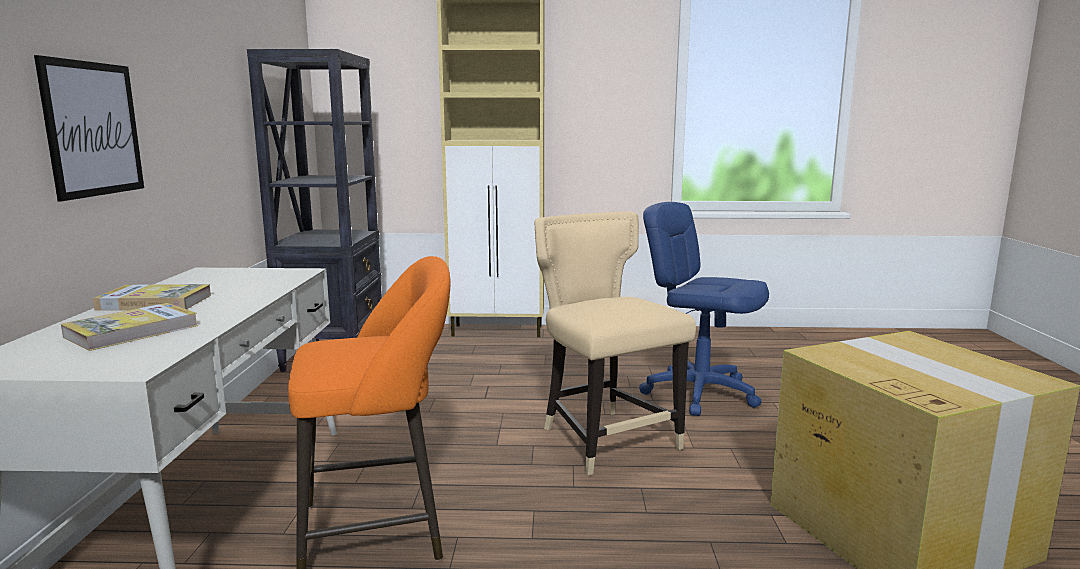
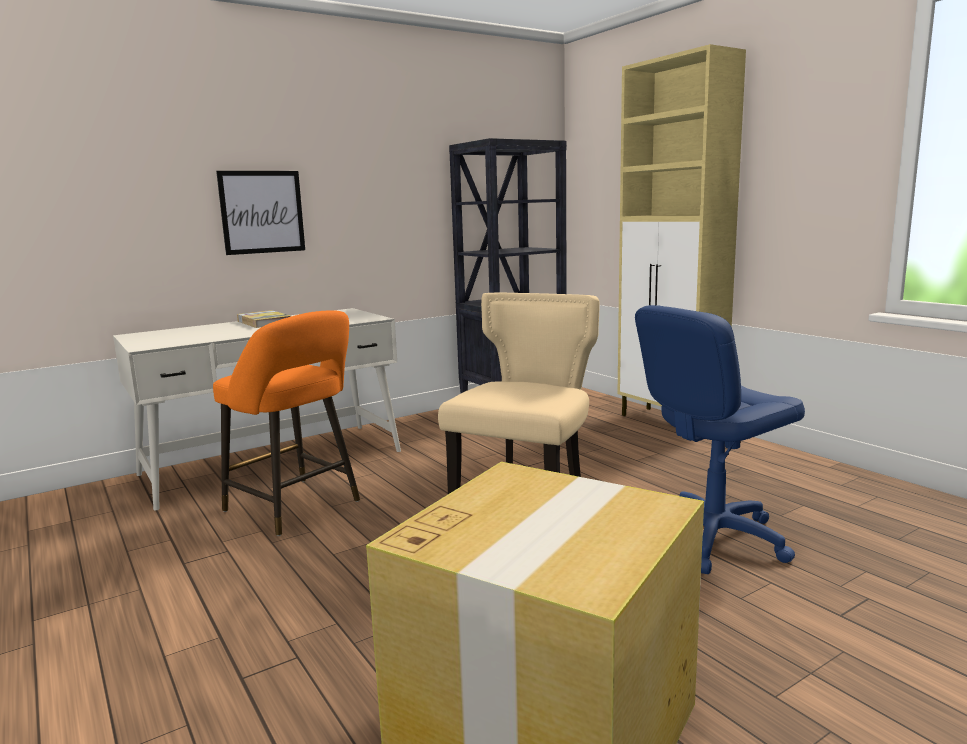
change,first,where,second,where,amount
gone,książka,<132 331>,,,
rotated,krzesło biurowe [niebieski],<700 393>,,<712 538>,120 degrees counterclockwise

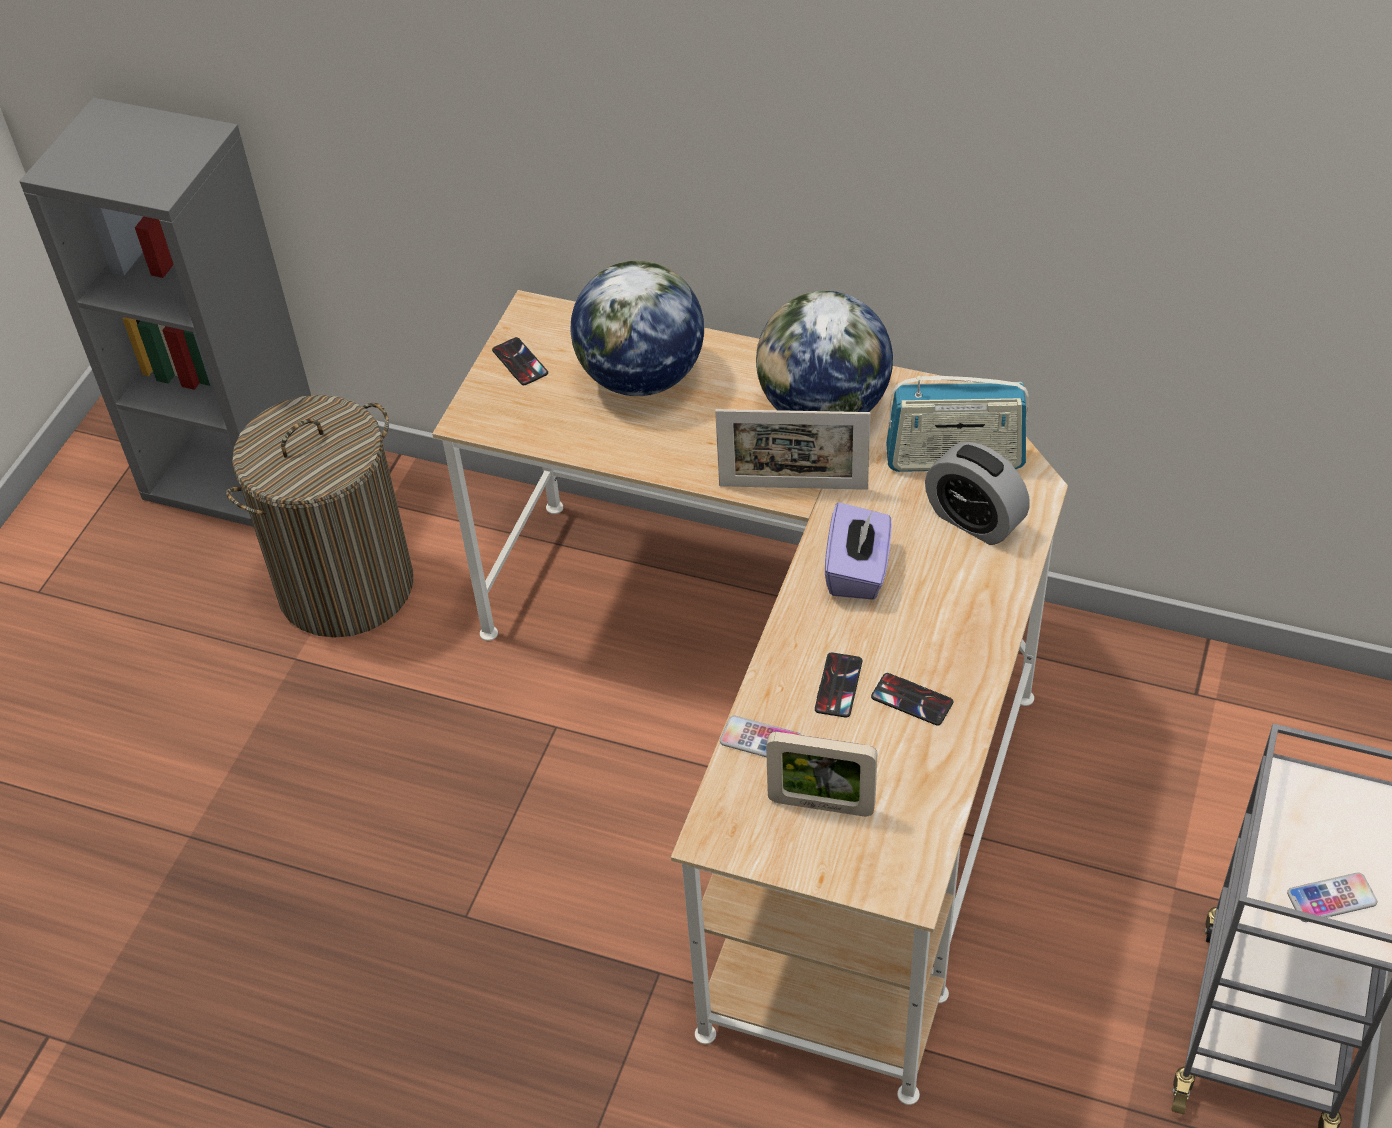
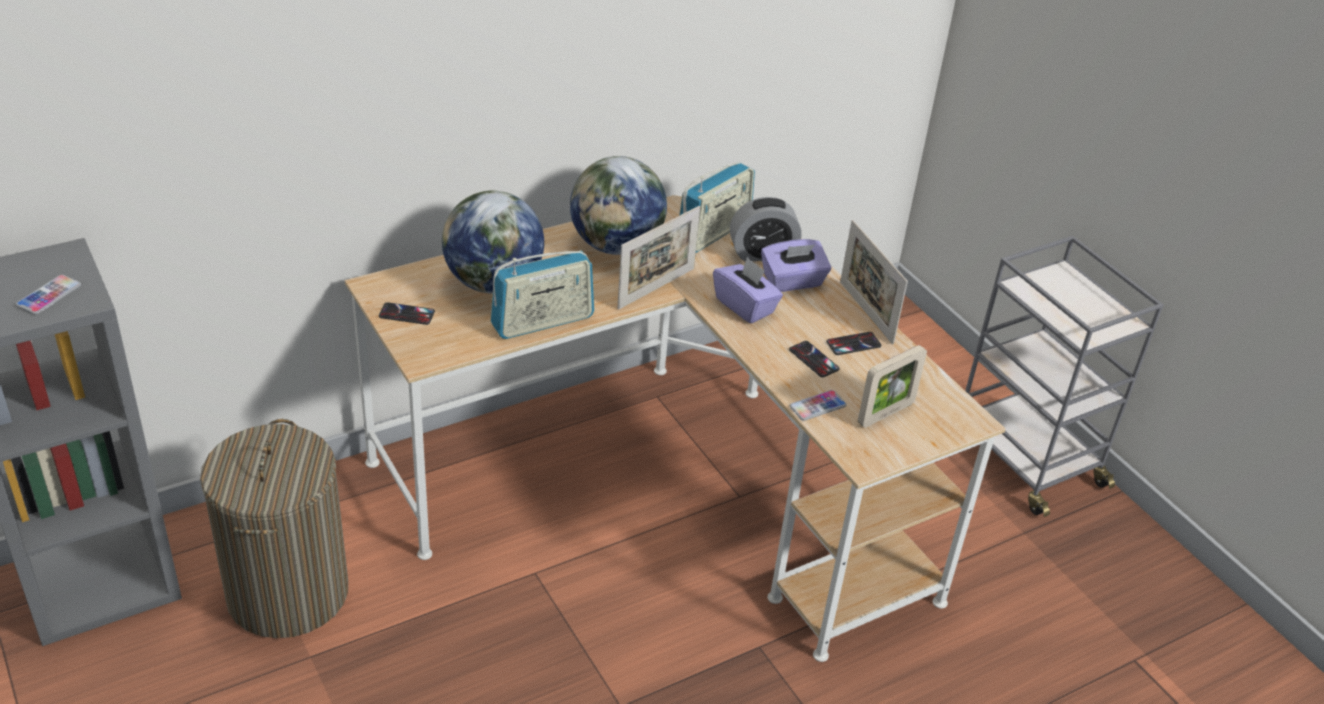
change,first,where,second,where,amount
new,,,radio,<542 322>,
new,,,pudełko chusteczek [fioletowy],<793 281>,
new,,,ramka na zdjęcie,<866 312>,
shifted,telefon,<1331 898>,,<49 296>,

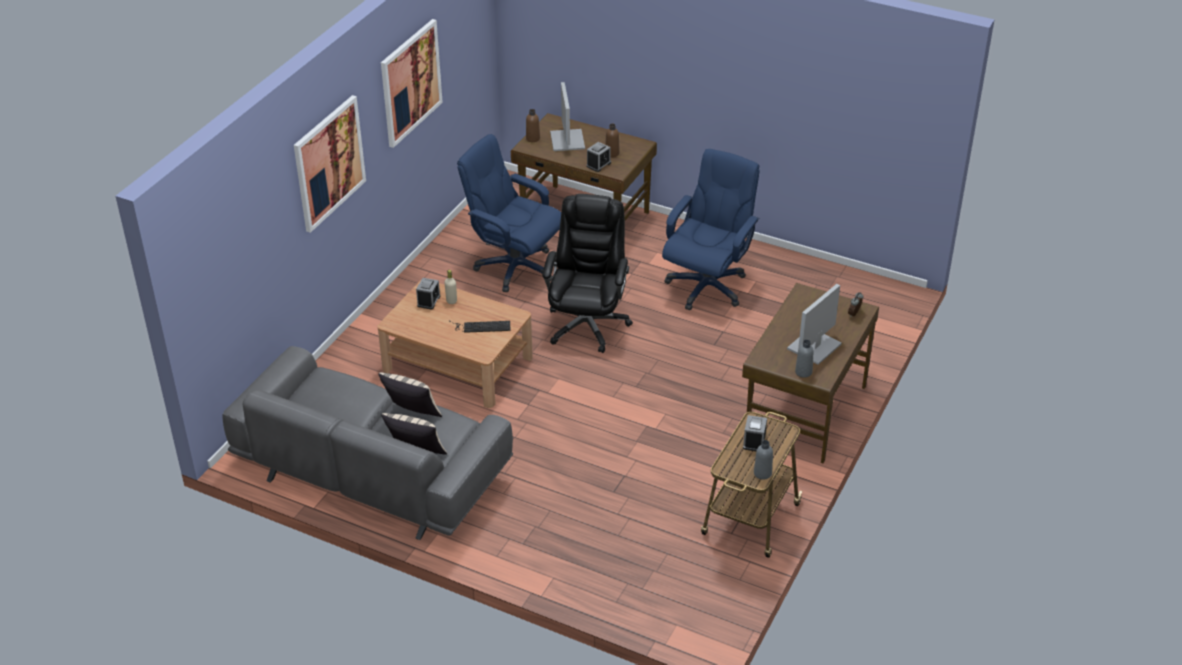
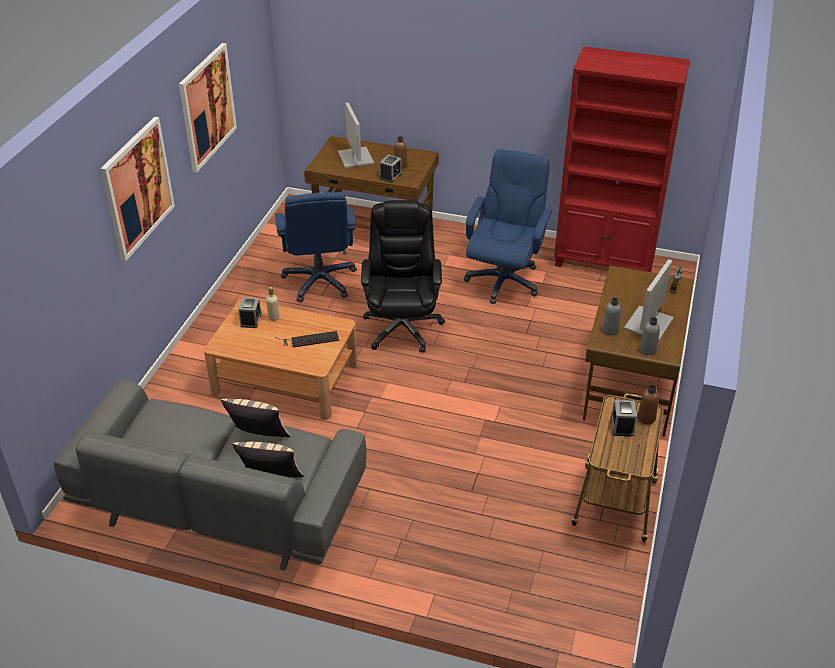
change,first,where,second,where,amount
new,,,regał [czerwony],<605 262>,
shifted,butelka [brązowy],<533 138>,,<646 418>,
shifted,butelka [szary],<762 473>,,<610 330>,
rotated,krzesło biurowe [niebieski],<514 267>,,<320 281>,120 degrees counterclockwise

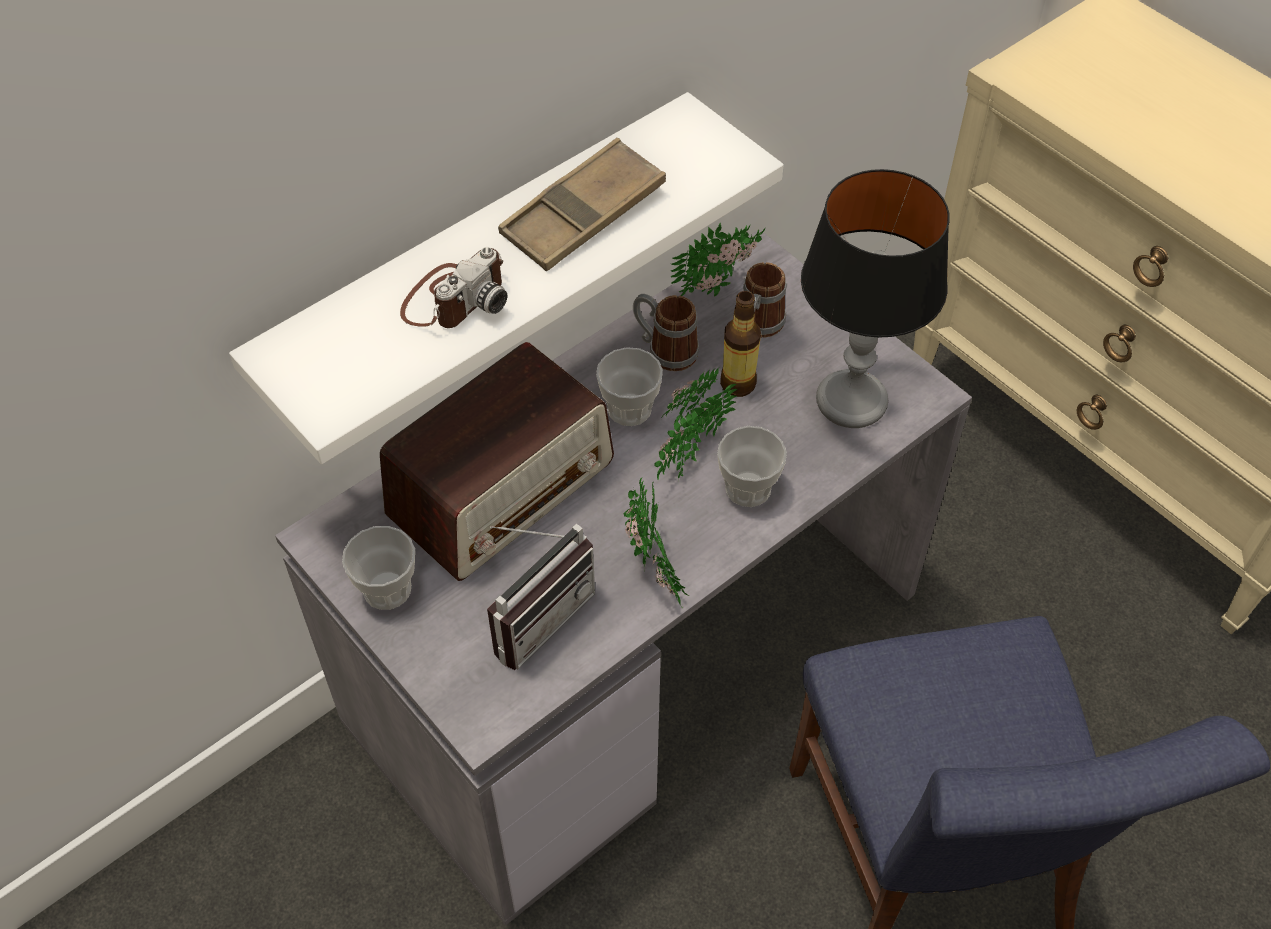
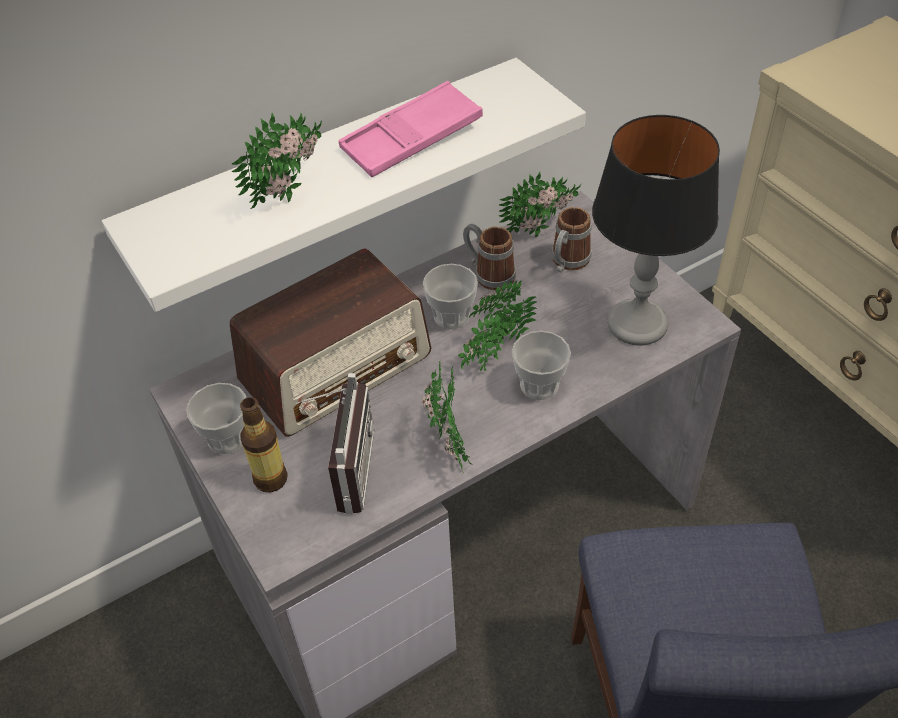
change,first,where,second,where,amount
shifted,butelka,<737 384>,,<270 479>,
swapped,aparat fotograficzny,<454 298>,roślina doniczkowa,<292 192>,
repainted,taca [brązowy],<583 214>,taca [różowy],<412 138>,
rotated,radio,<535 615>,,<343 469>,45 degrees counterclockwise

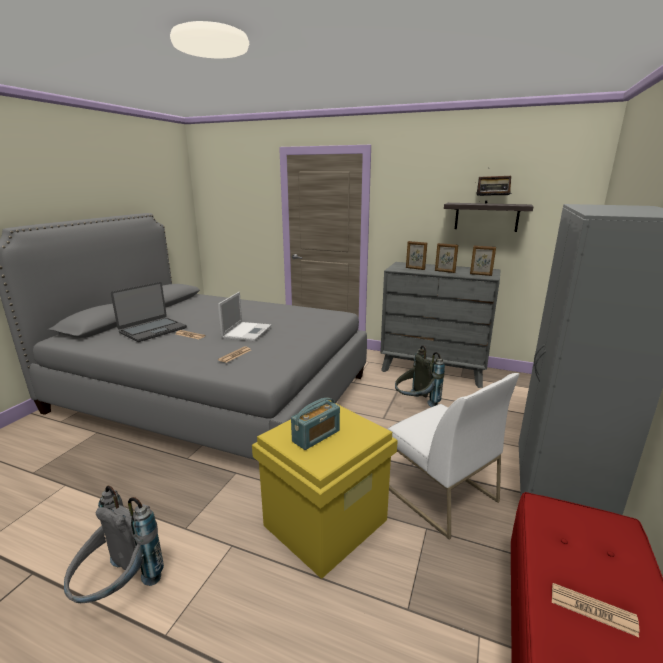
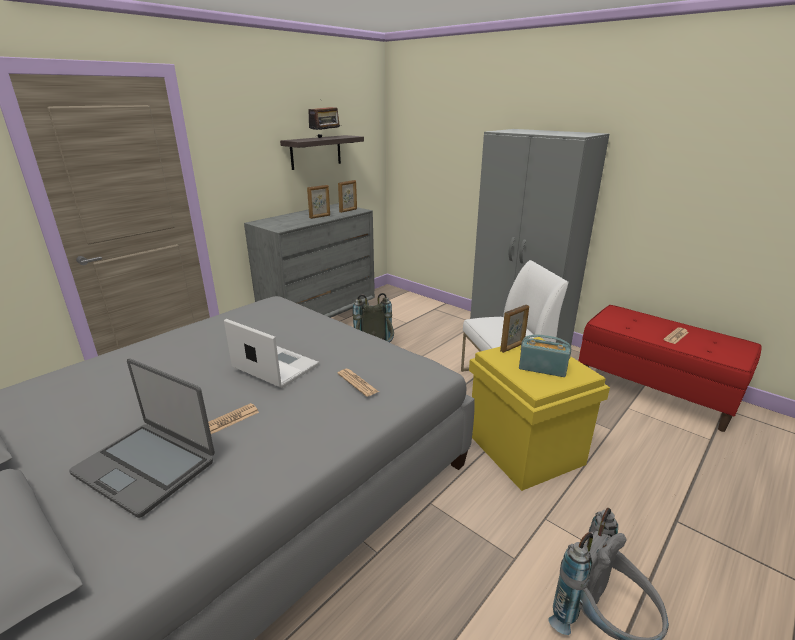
change,first,where,second,where,amount
shifted,ramka na zdjęcie,<415 268>,,<512 347>,
rotated,laptop,<152 330>,,<146 466>,150 degrees clockwise
rotated,radio,<316 436>,,<542 368>,45 degrees counterclockwise

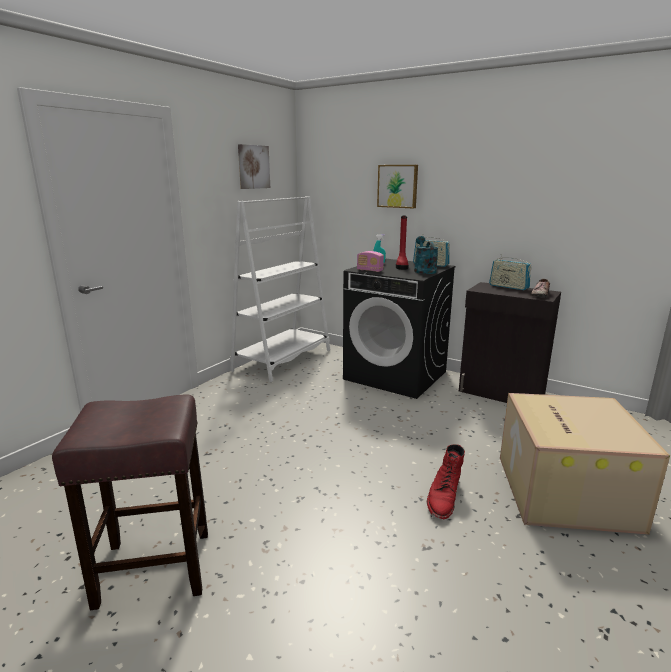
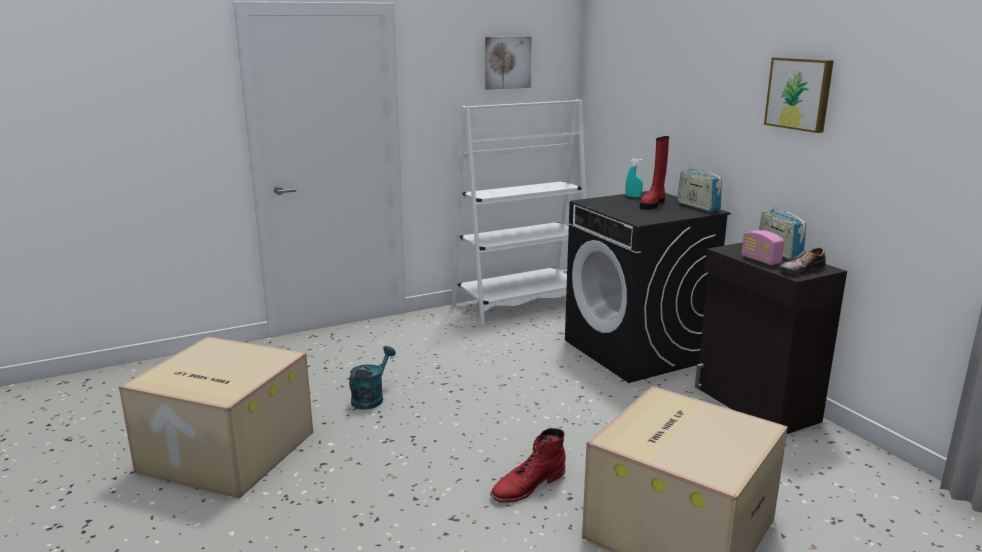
change,first,where,second,where,amount
shifted,radio,<370 270>,,<760 260>,
shifted,obraz,<398 186>,,<799 93>,
shifted,konewka [turkusowy],<424 270>,,<371 398>,
swapped,stołek [brązowy],<152 569>,karton,<224 452>,

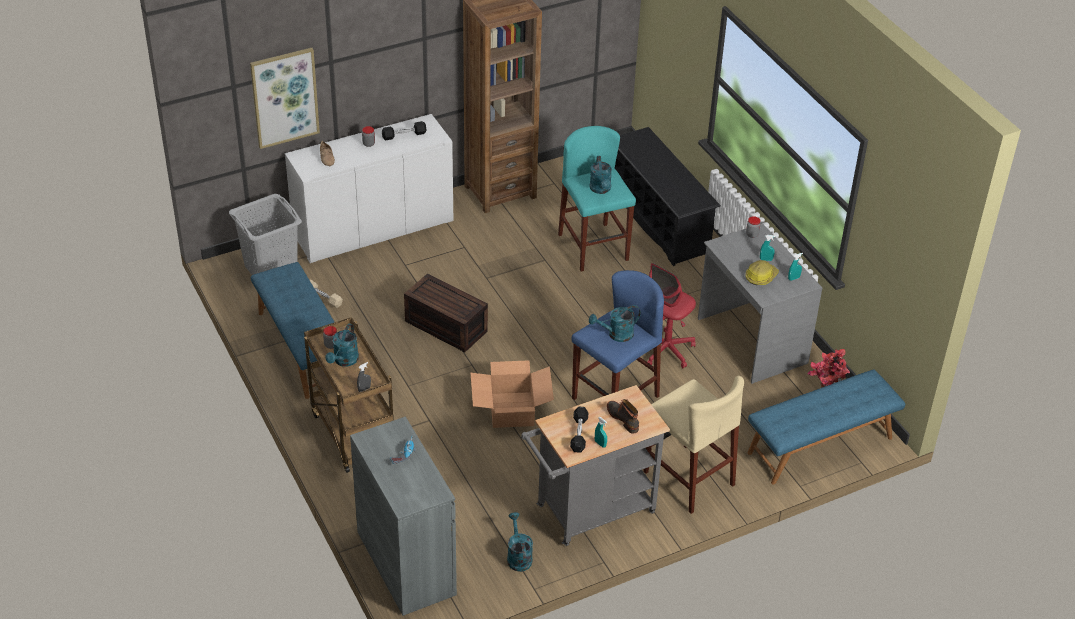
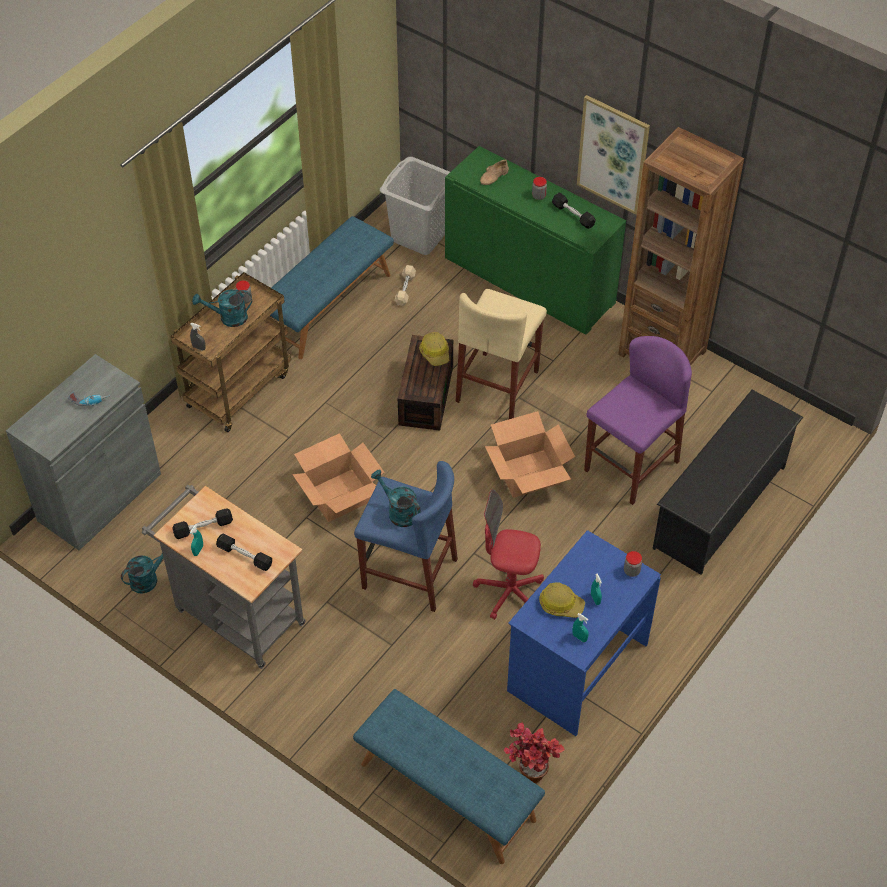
change,first,where,second,where,amount
gone,konewka [turkusowy],<601 190>,,,
new,,,kask,<435 353>,
new,,,karton,<529 474>,
shifted,obraz,<285 97>,,<613 154>,
shifted,stołek [beżowy],<688 478>,,<497 386>,
swapped,but z cholewką,<623 418>,hantel [czarny],<245 556>,
repainted,szafka [biały],<373 229>,szafka [zielony],<529 281>,
repainted,stołek [turkusowy],<593 247>,stołek [fioletowy],<631 466>,
repainted,biurko [szary],<750 341>,biurko [niebieski],<576 666>,

